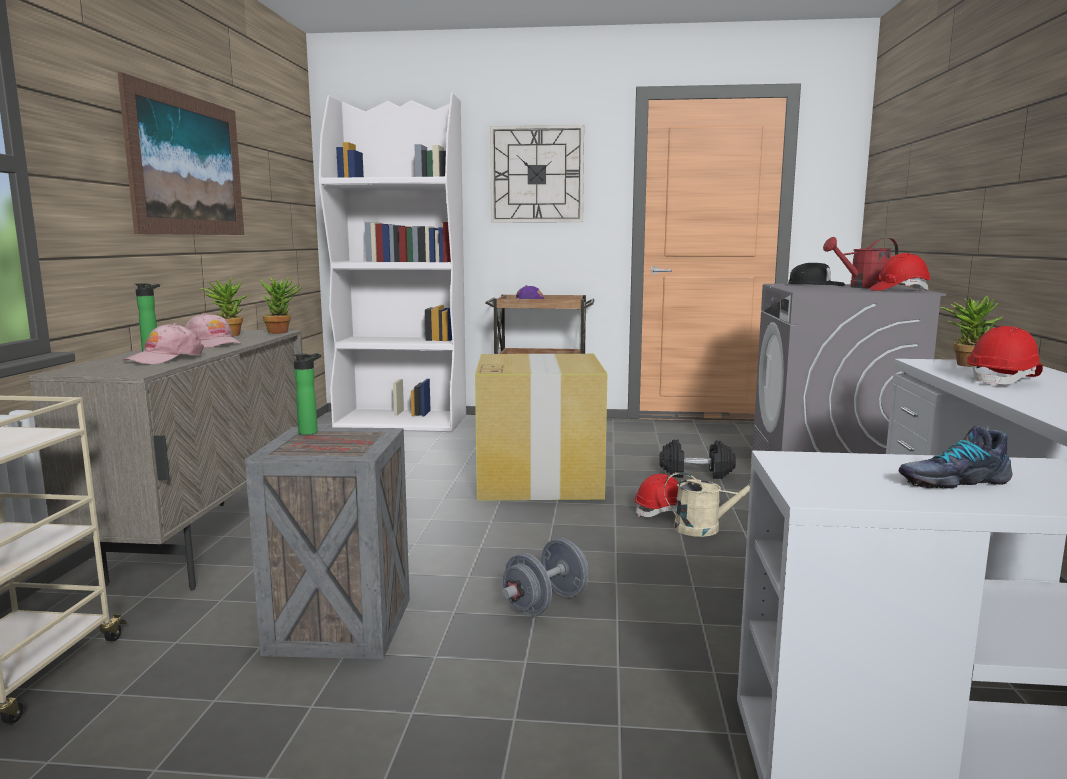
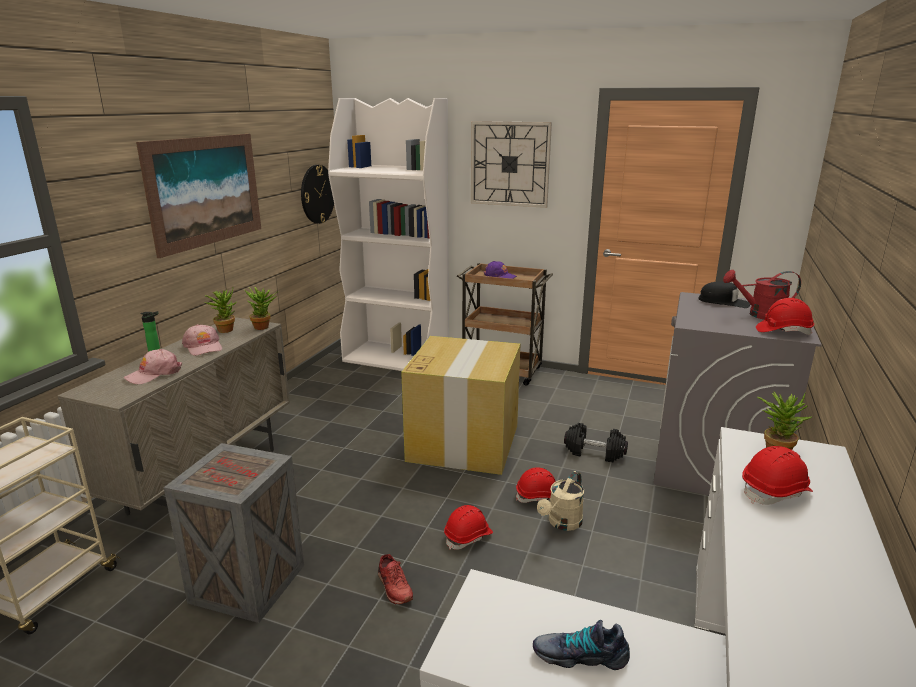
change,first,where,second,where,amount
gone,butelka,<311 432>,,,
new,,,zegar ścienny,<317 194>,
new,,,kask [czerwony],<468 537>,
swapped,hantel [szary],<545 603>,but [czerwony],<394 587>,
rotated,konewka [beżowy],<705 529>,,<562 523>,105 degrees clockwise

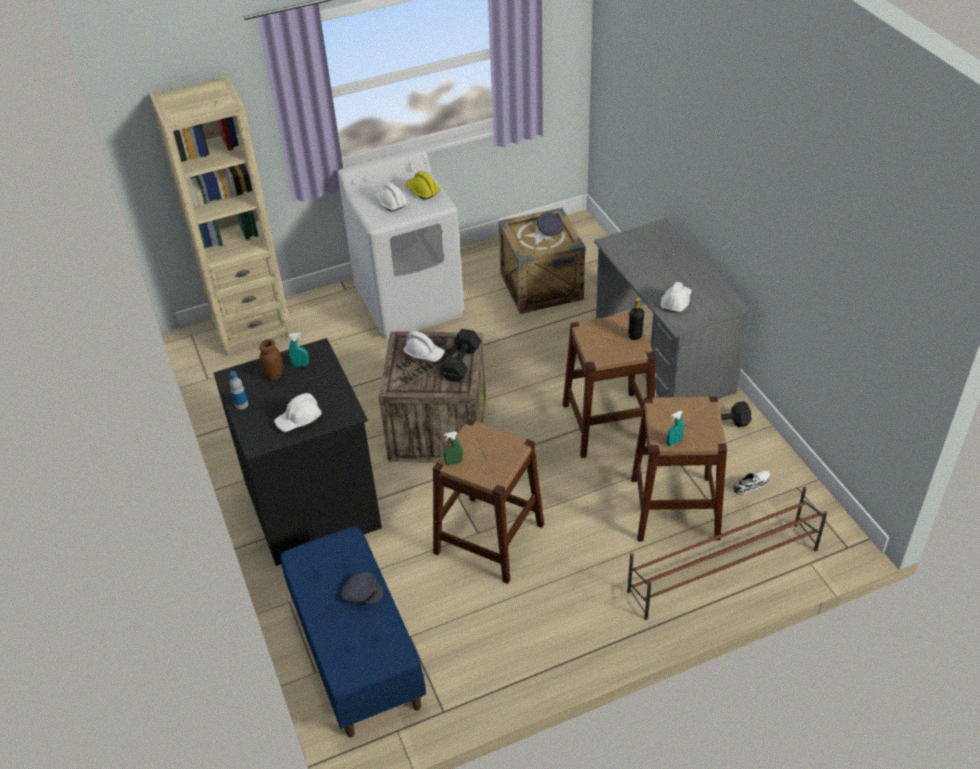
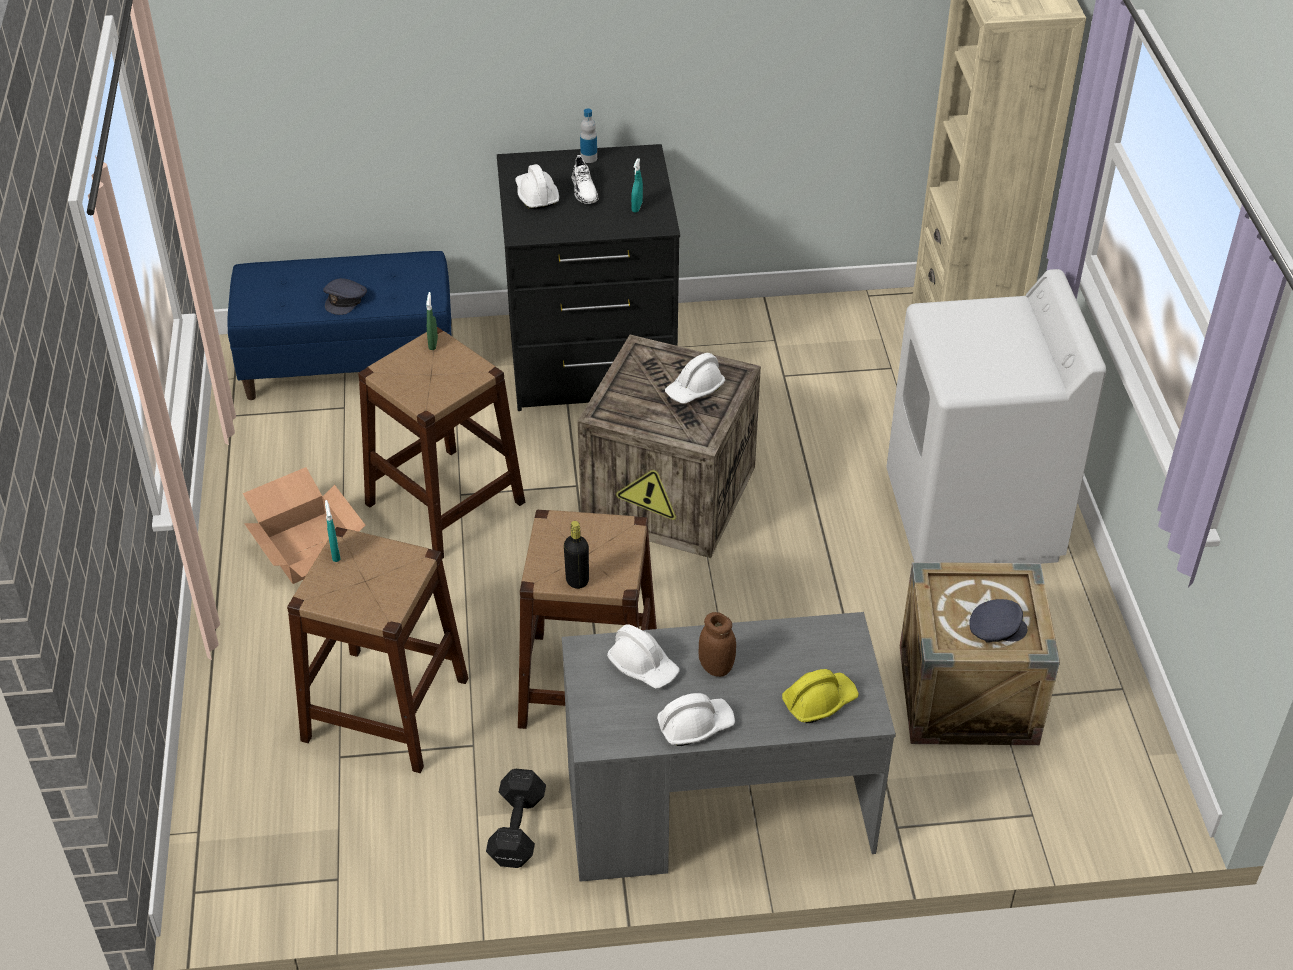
change,first,where,second,where,amount
gone,hantel [czarny],<460 364>,,,
gone,regał na buty [brązowy],<722 570>,,,
new,,,karton,<307 547>,
shifted,słoik [brązowy],<274 375>,,<716 667>,
shifted,kask [biały],<391 202>,,<695 725>,
shifted,kask [żółty],<422 191>,,<819 701>,
shifted,but [biały],<752 484>,,<584 190>,

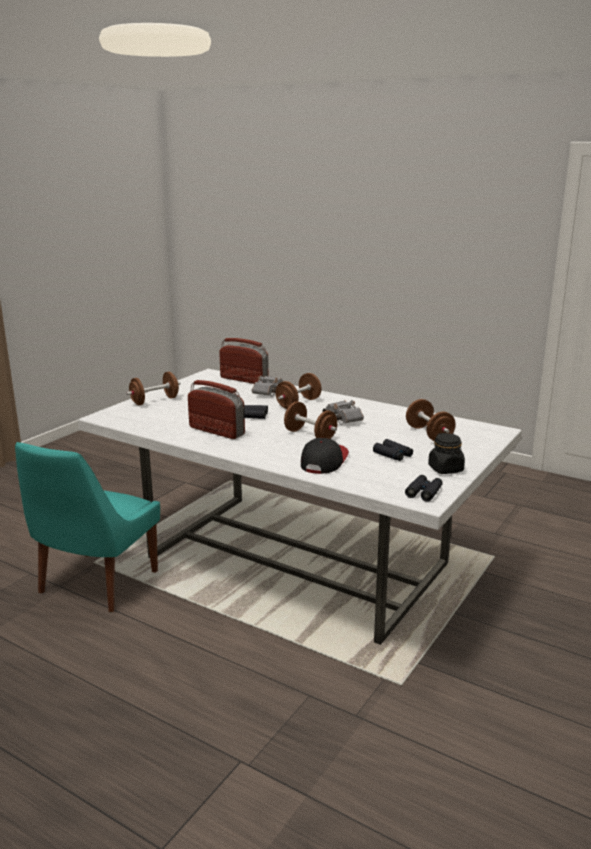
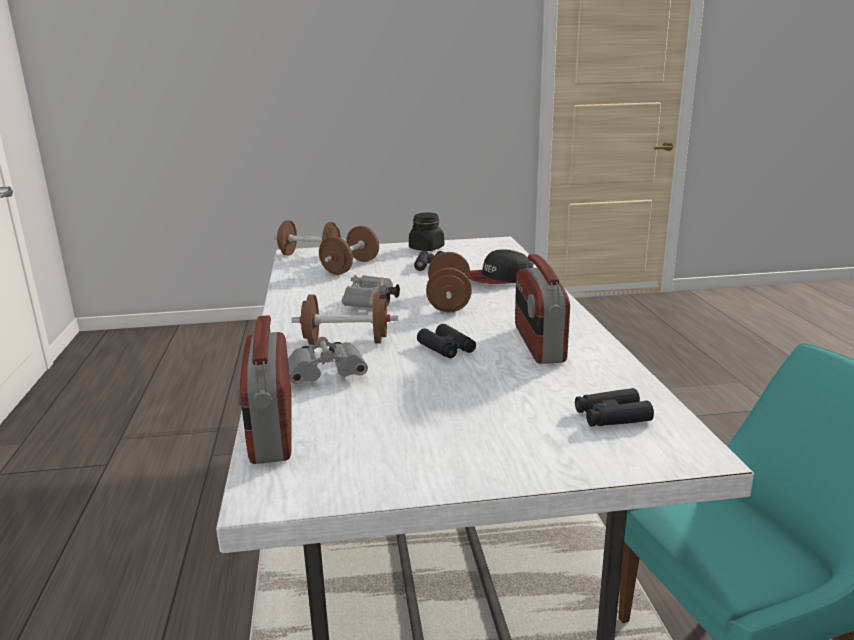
change,first,where,second,where,amount
shifted,hantel [brązowy],<154 401>,,<310 255>,
shifted,lornetka [czarny],<424 492>,,<612 416>,

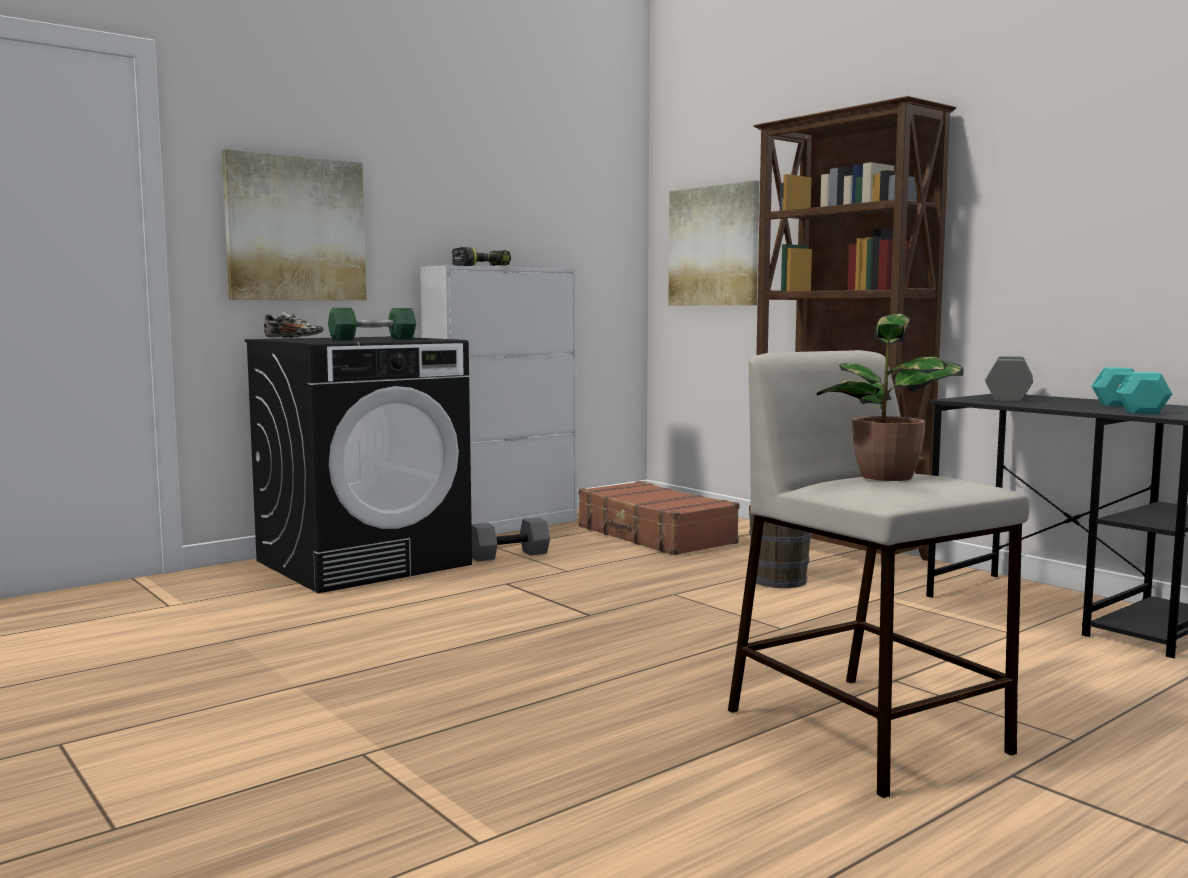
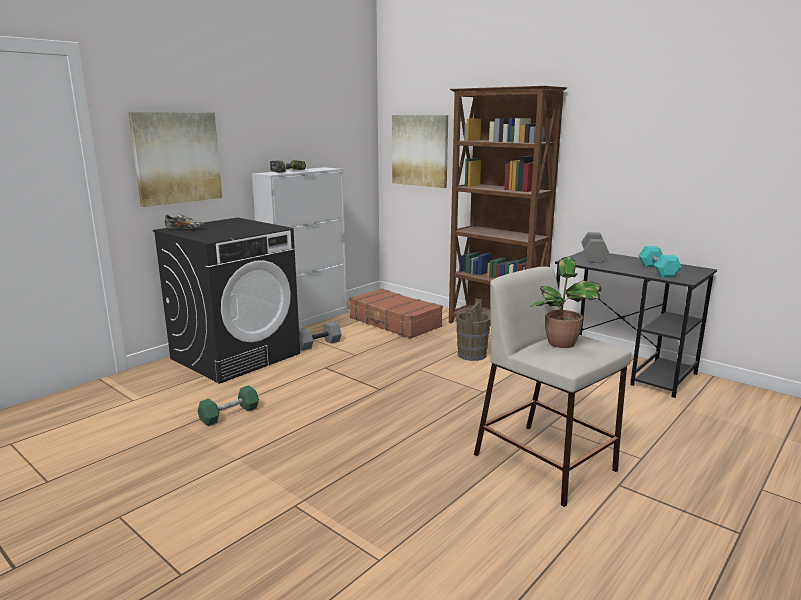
change,first,where,second,where,amount
shifted,hantel [zielony],<373 339>,,<229 414>,

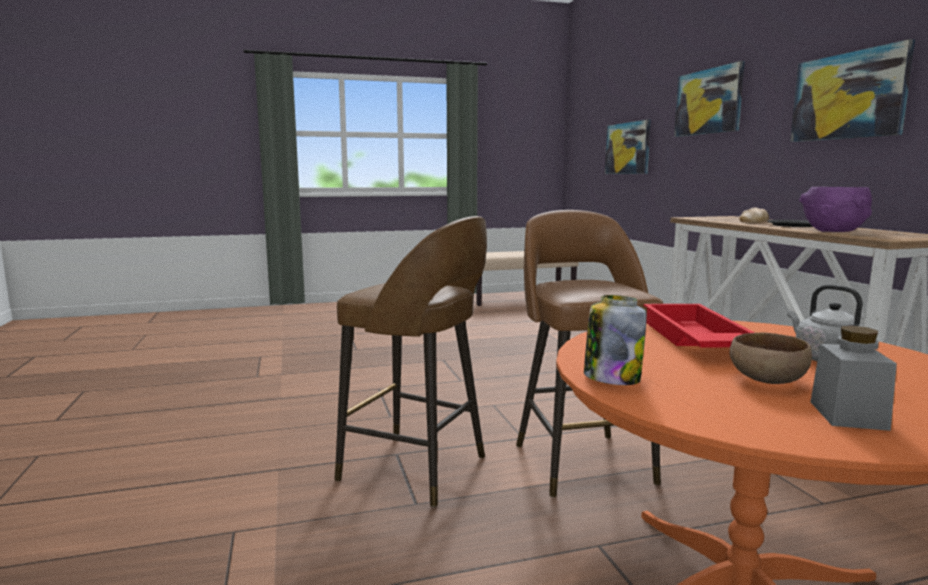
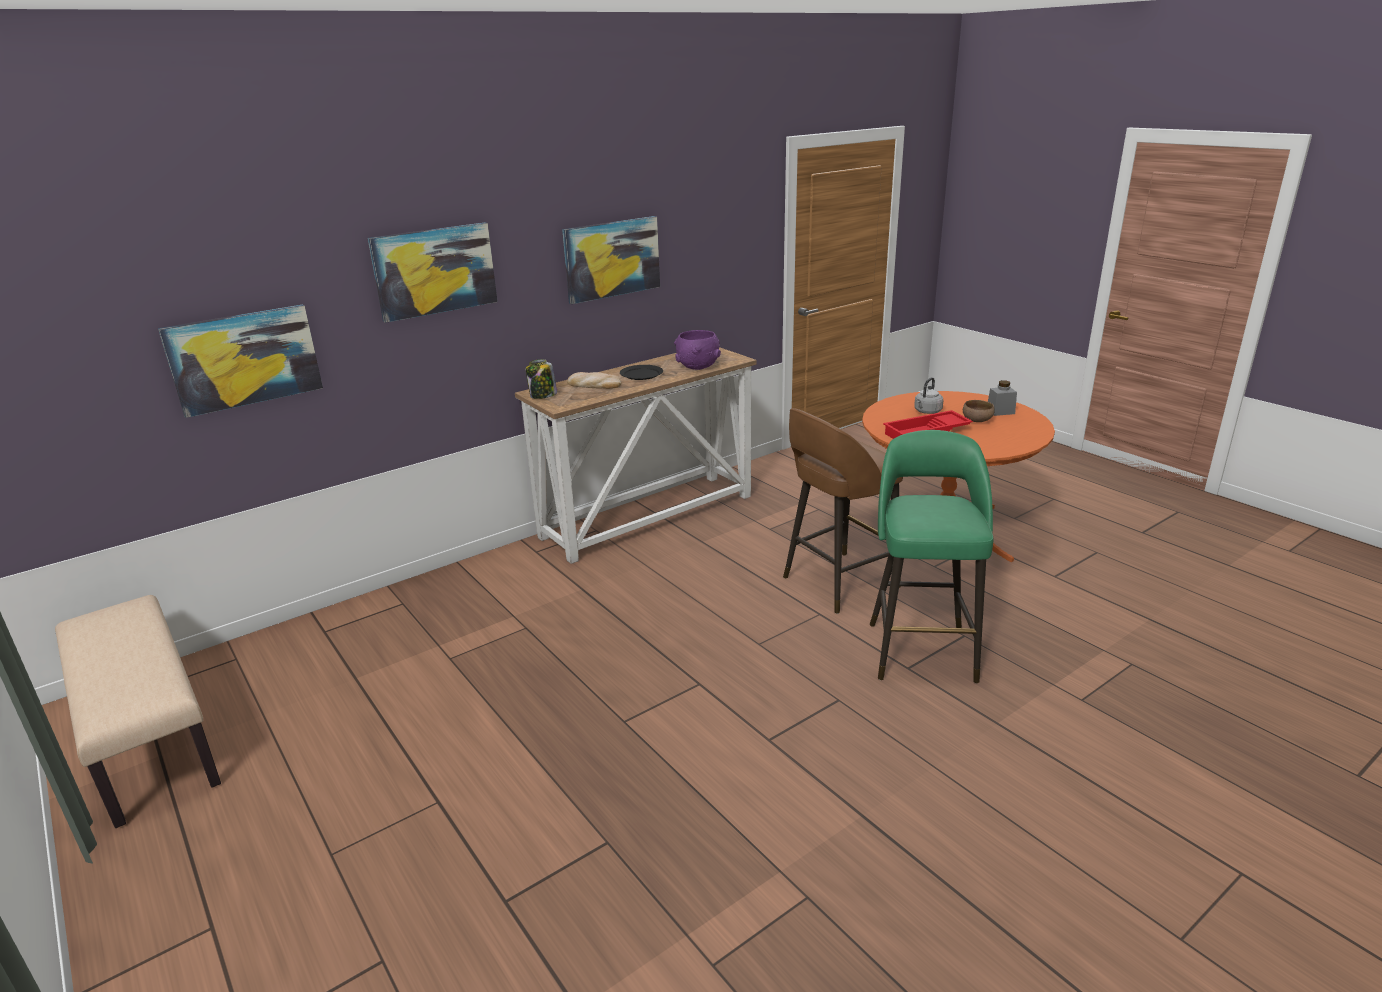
change,first,where,second,where,amount
shifted,słoik,<611 378>,,<543 396>,
repainted,stołek [brązowy],<417 469>,stołek [zielony],<921 649>,

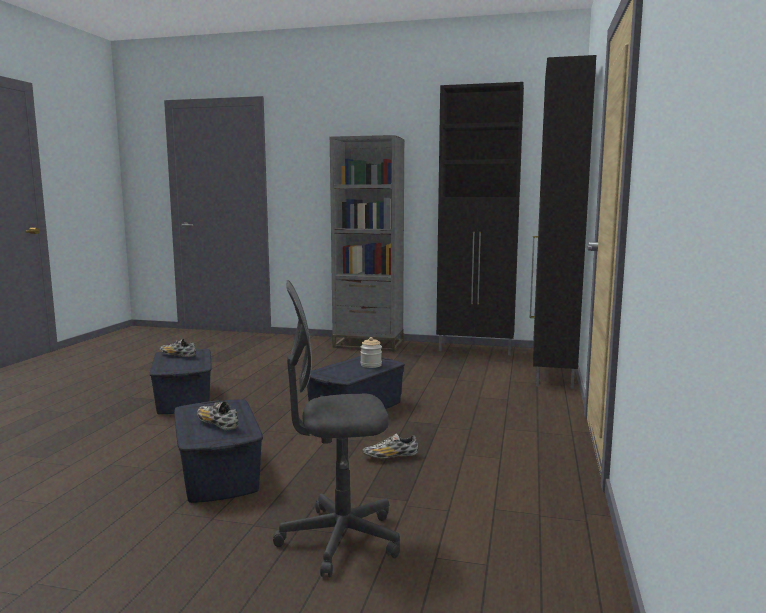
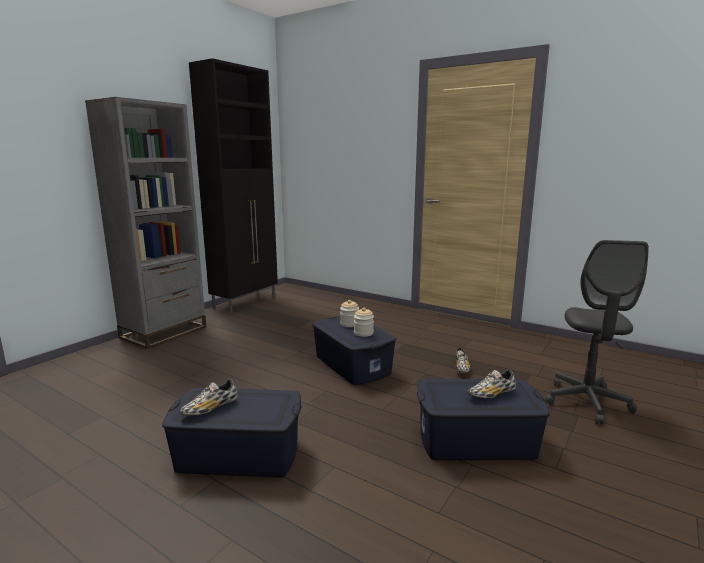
change,first,where,second,where,amount
gone,szafka [czarny],<552 375>,,,
new,,,słoik,<363 333>,

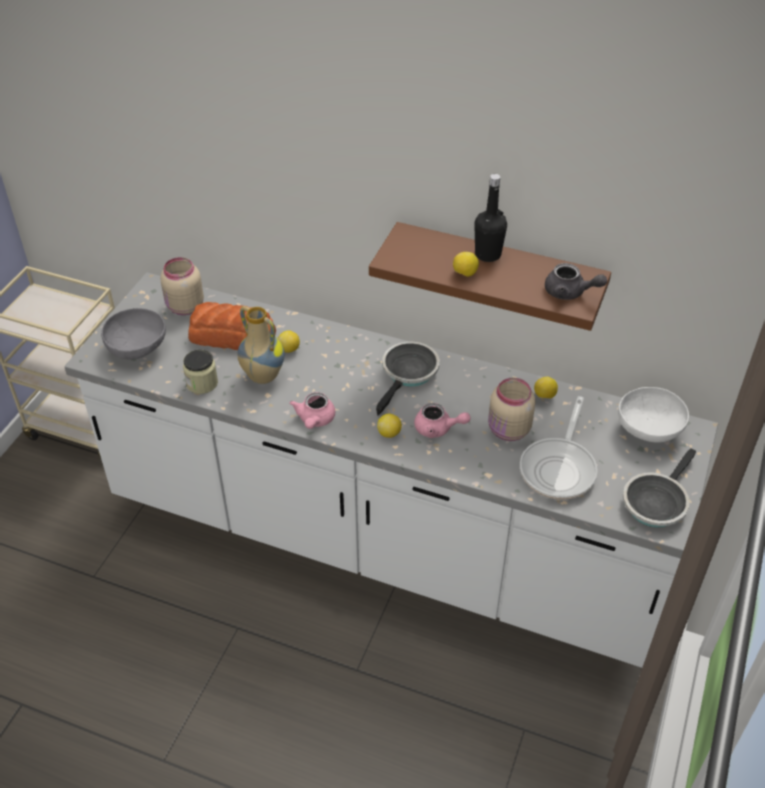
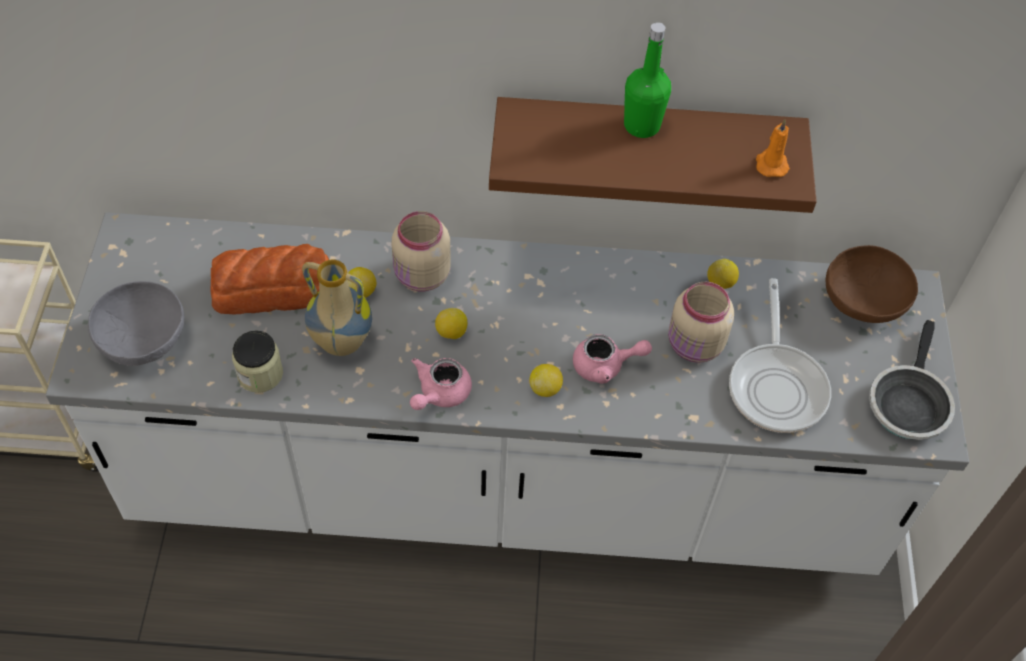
change,first,where,second,where,amount
gone,patelnia,<408 374>,,,
shifted,słoik [beżowy],<184 307>,,<421 276>,
shifted,cytryna,<464 274>,,<451 332>,
swapped,imbryk [szary],<570 293>,świeca [pomarańczowy],<771 163>,
repainted,butelka [czarny],<488 254>,butelka [zielony],<642 125>,
repainted,miska [biały],<648 430>,miska [brązowy],<863 303>,
rotated,imbryk [różowy],<315 420>,,<439 393>,45 degrees clockwise

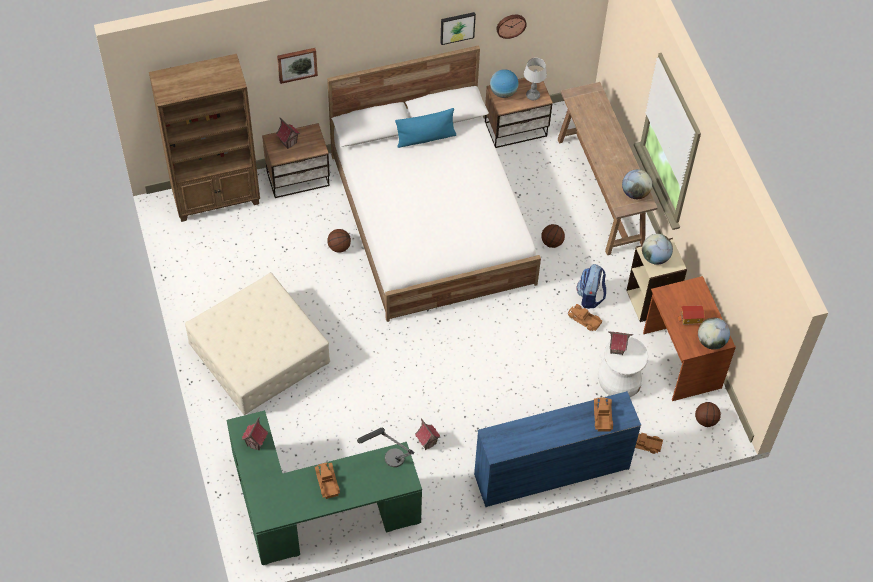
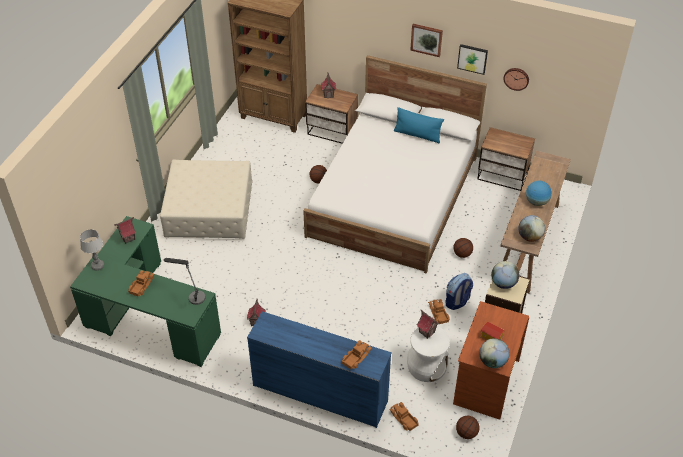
change,first,where,second,where,amount
shifted,obraz,<297 64>,,<426 39>,
shifted,globus,<503 92>,,<536 202>,
shifted,lampa stołowa,<532 95>,,<97 266>,

